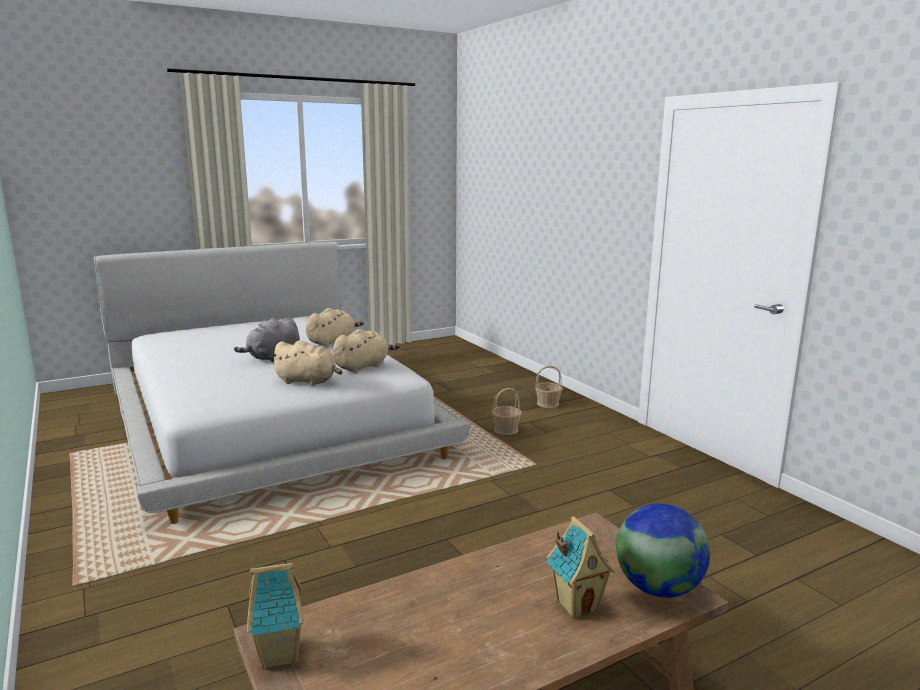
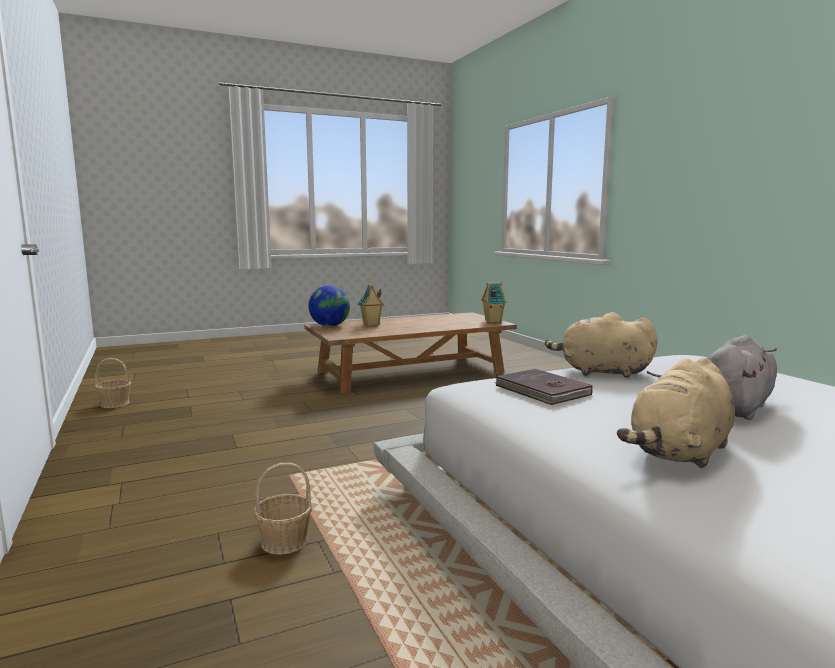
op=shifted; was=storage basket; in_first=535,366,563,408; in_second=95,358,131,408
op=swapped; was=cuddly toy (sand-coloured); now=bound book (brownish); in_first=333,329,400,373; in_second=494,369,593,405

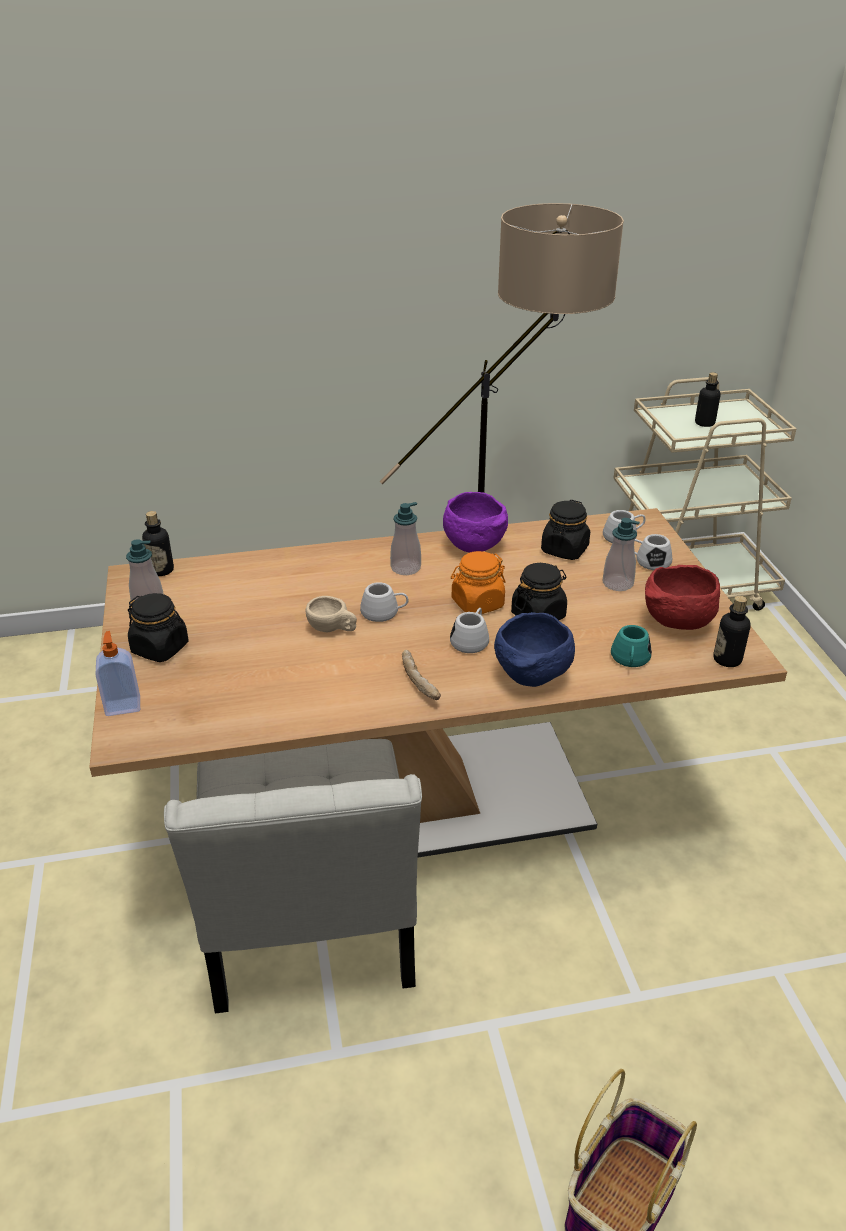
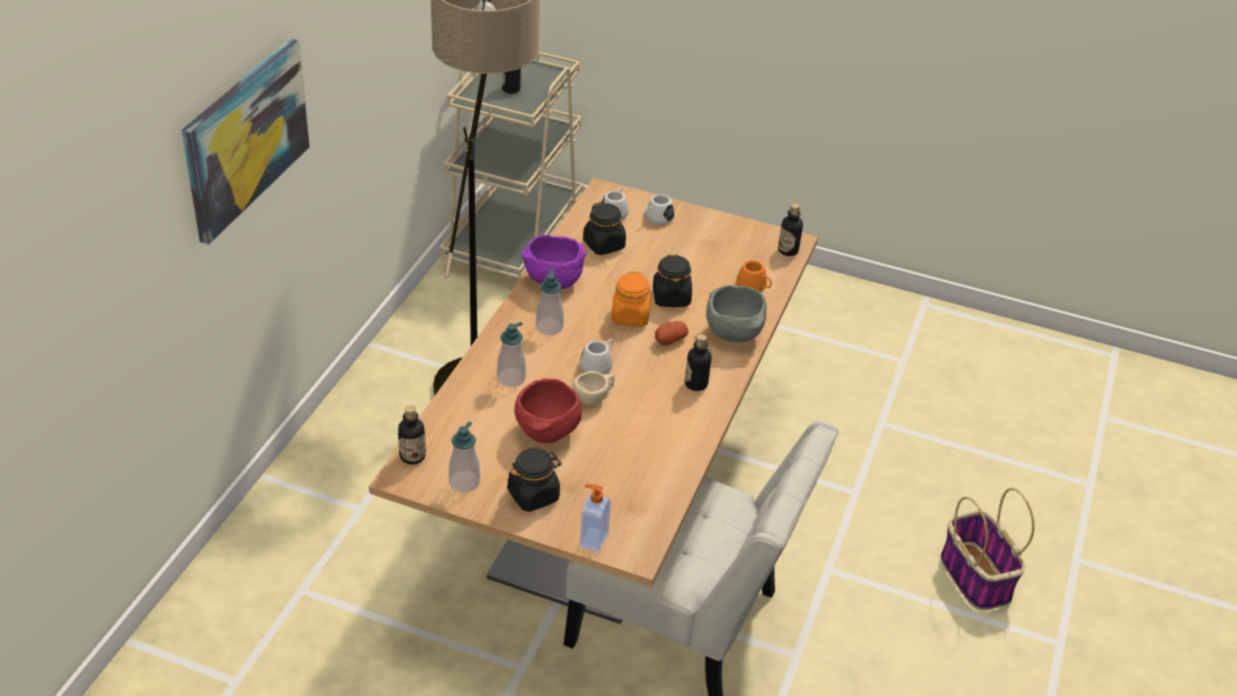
op=new; now=wall art; in_second=181,38,310,245
op=shifted; was=soap dispenser; in_first=603,518,640,591; in_second=497,322,526,387
op=shifted; was=serving bowl (red); in_first=645,565,720,630; in_second=514,378,582,443
op=swapped; was=mug (white-coloured); now=spud; in_first=450,608,489,653; in_second=655,321,688,346
op=swapped; was=bread; now=bottle; in_first=402,650,441,700; in_second=685,334,712,391
op=repainted; was=serving bowl (blue); now=serving bowl (greyish); in_first=494,612,575,687; in_second=706,285,767,342
op=repainted; was=mug (turquoise-coloured); now=mug (orange); in_first=611,625,652,667; in_second=736,260,772,292

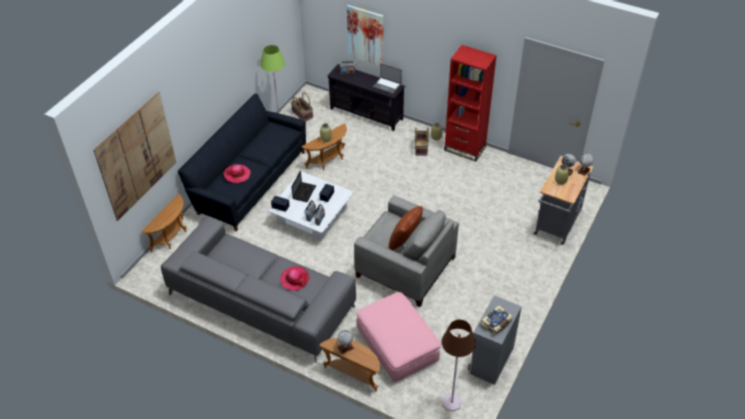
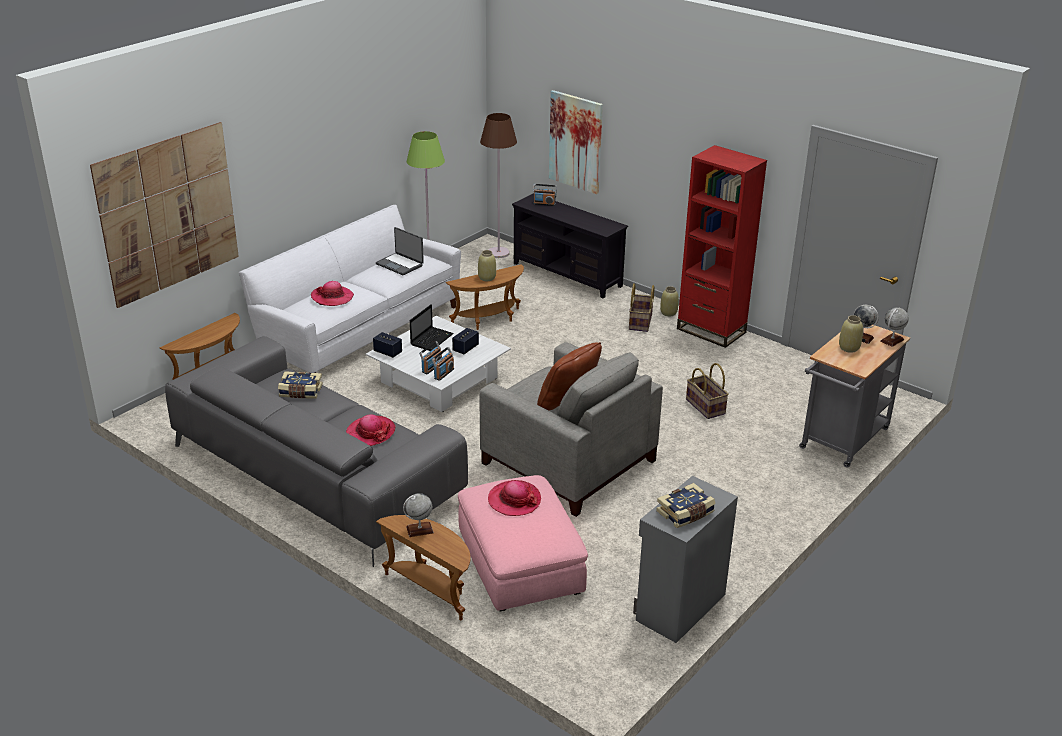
op=repainted; was=sofa (blackish); now=sofa (white-coloured); in_first=177,93,306,231; in_second=239,205,461,374
op=new; now=bound book; in_second=278,371,323,398
op=shifted; was=laptop; in_first=373,63,402,94; in_second=376,227,424,275
op=shifted; was=standing lamp (brownish); in_first=442,320,476,411; in_second=480,113,517,258
op=new; now=wearable hat; in_second=488,480,541,516
op=shifted; was=storage basket; in_first=291,92,313,122; in_second=686,363,729,419

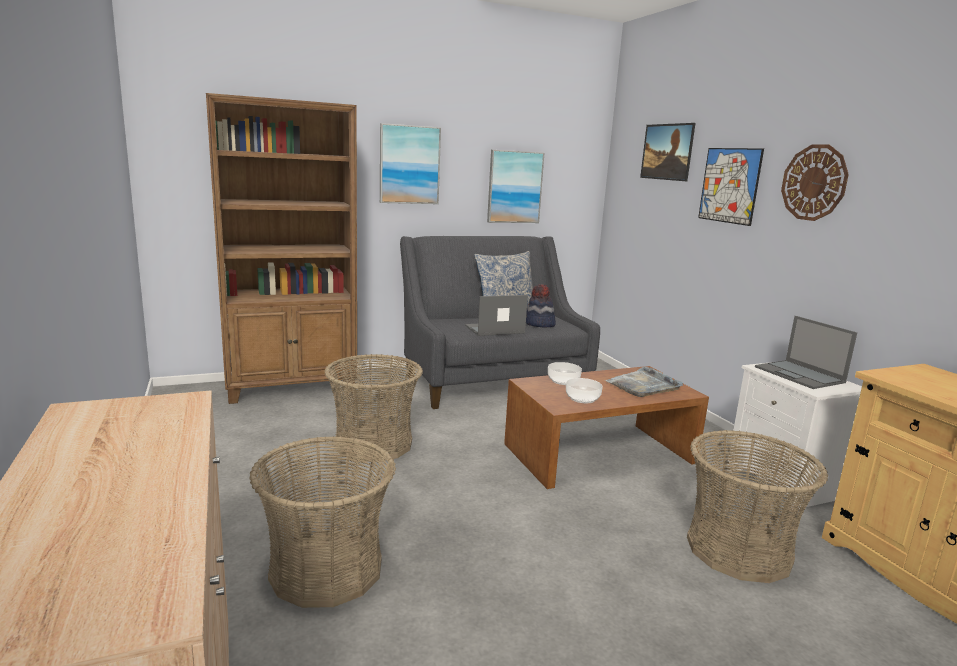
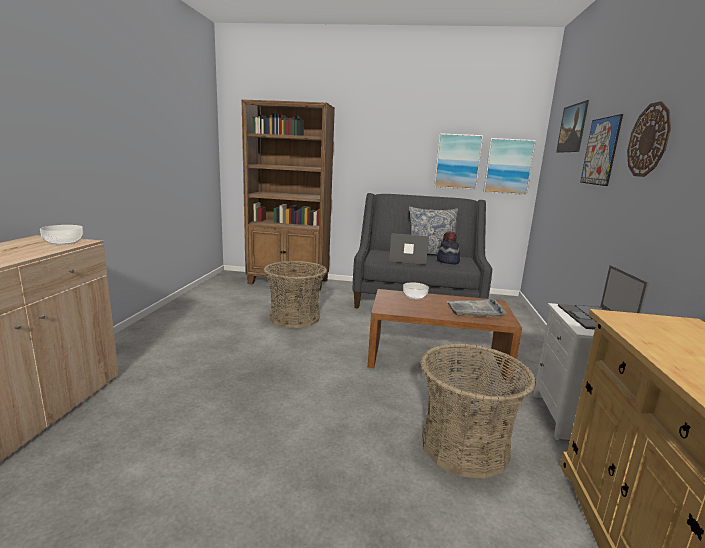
op=shifted; was=serving bowl; in_first=566,378,603,403; in_second=40,225,83,245
op=shifted; was=wall art; in_first=380,123,441,204; in_second=483,138,536,195
op=gone; was=storage basket; in_first=250,436,396,608

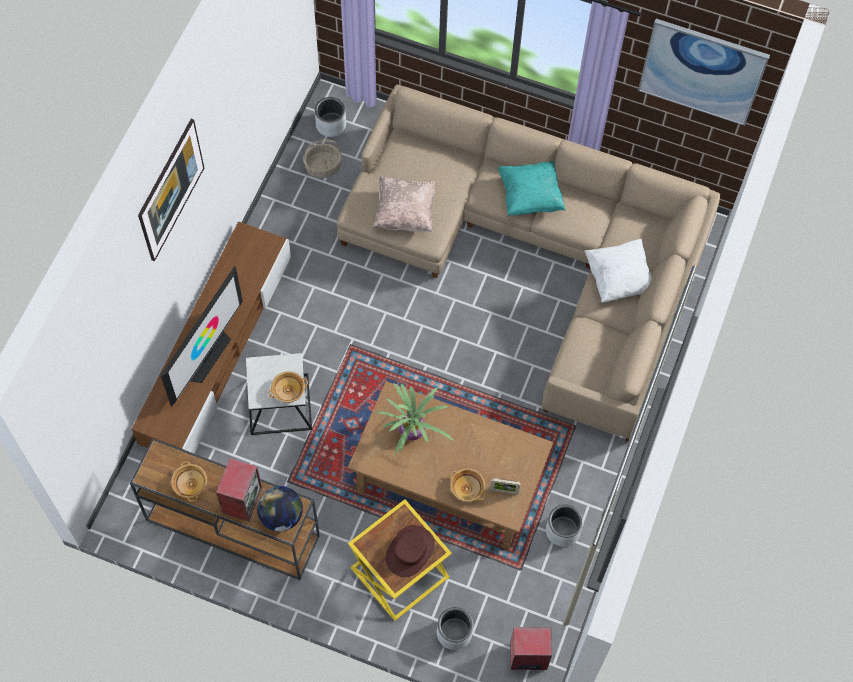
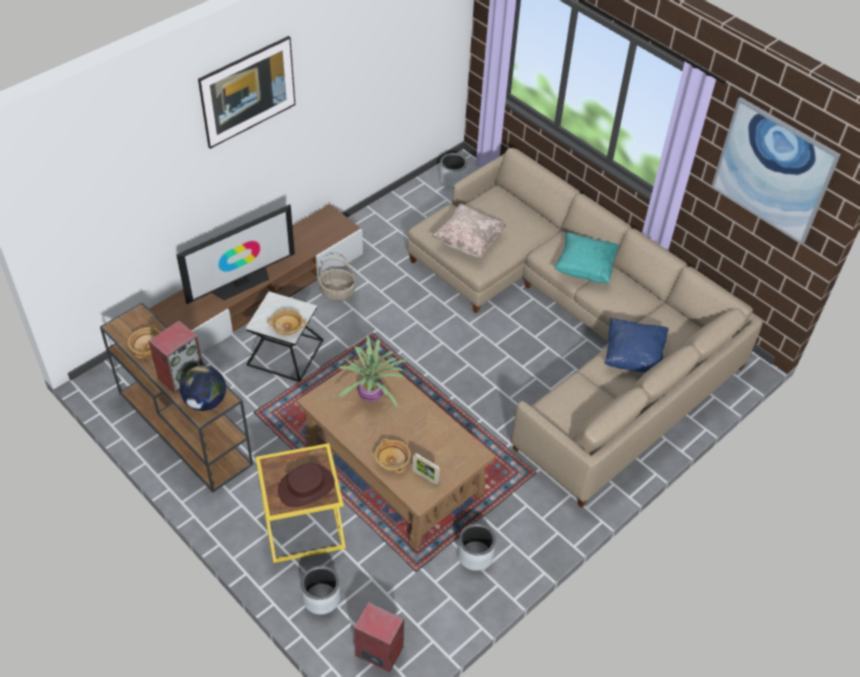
op=shifted; was=storage basket; in_first=303,139,342,178; in_second=318,258,356,301
op=repainted; was=throw pillow (white-coloured); now=throw pillow (blue); in_first=584,239,652,303; in_second=604,318,669,373

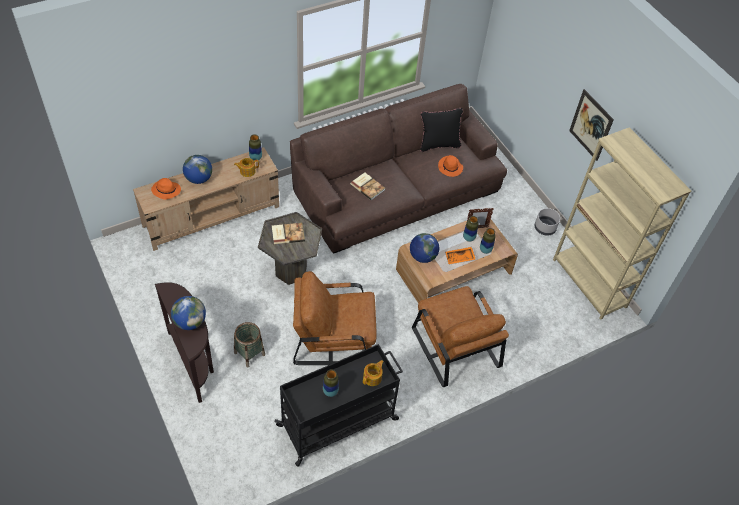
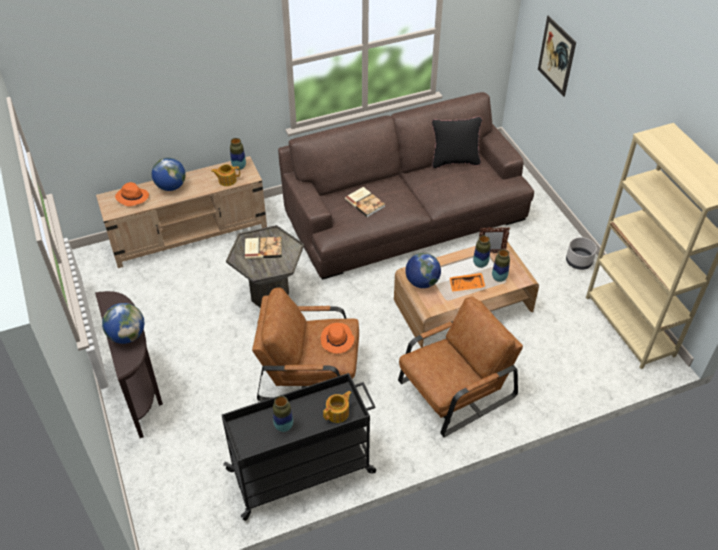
op=shifted; was=wearable hat (orange); in_first=438,155,463,177; in_second=321,323,354,354
op=rotated; was=armchair (brownish); in_first=412,286,509,387; in_second=398,297,523,437; clockwise=-105
op=shifted; was=wall art; in_first=569,89,614,161; in_second=538,15,576,97
op=gone; was=storage basket; in_first=234,322,265,368

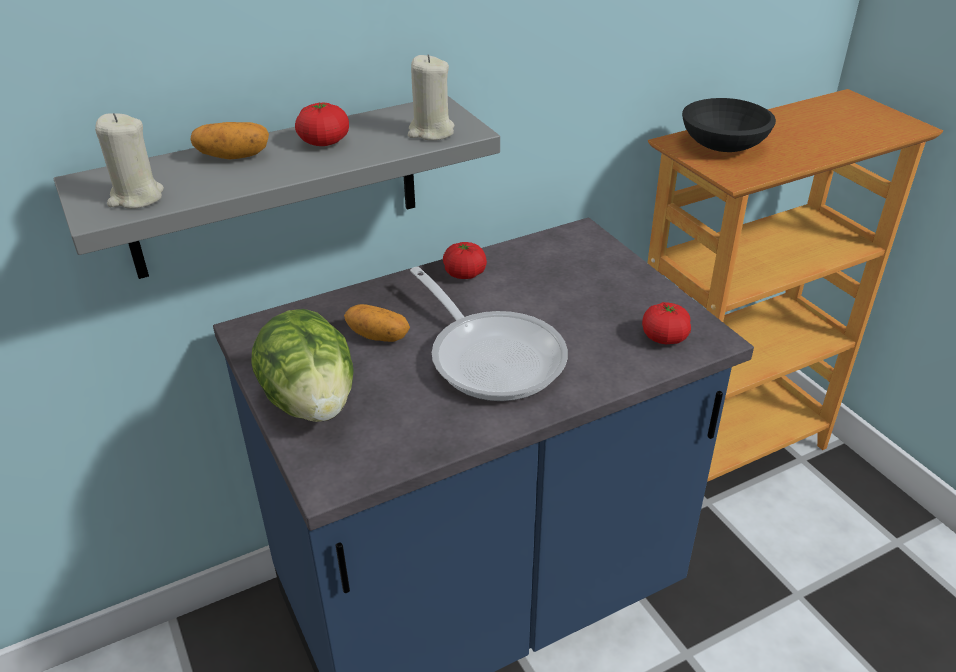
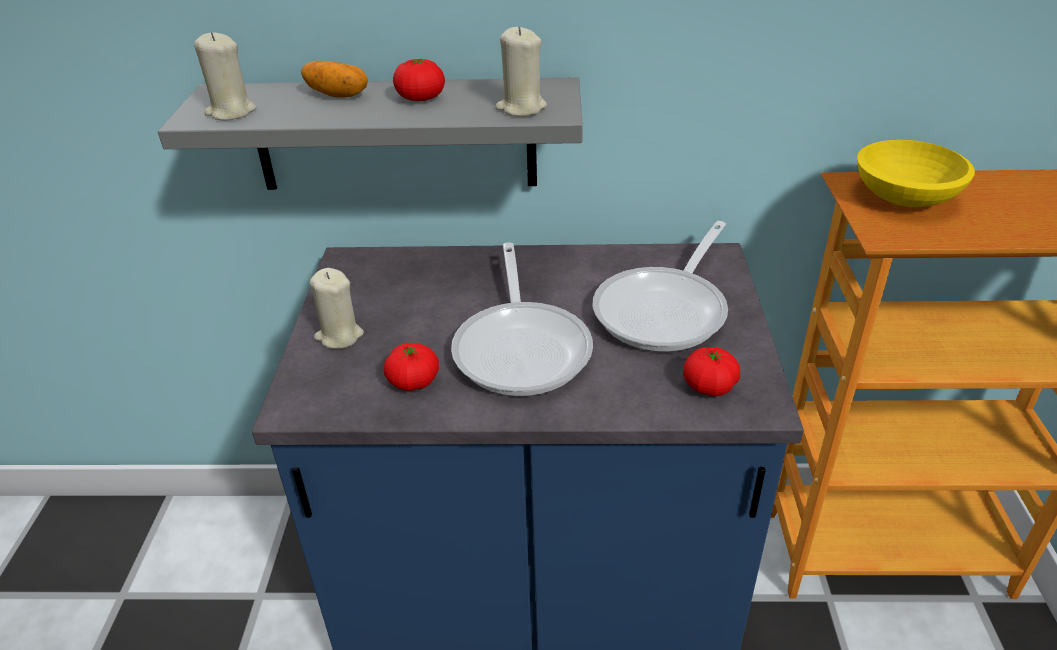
op=swapped; was=lettuce head; now=candle (sand-coloured); in_first=251,309,354,422; in_second=310,268,364,349
op=shifted; was=tomato; in_first=443,242,487,279; in_second=384,343,439,391
op=new; now=frying pan; in_second=593,221,728,352
op=repainted; was=serving bowl (blackish); now=serving bowl (yellow-coloured); in_first=682,98,776,152; in_second=857,140,975,207
op=gone; was=spud; in_first=344,304,410,342

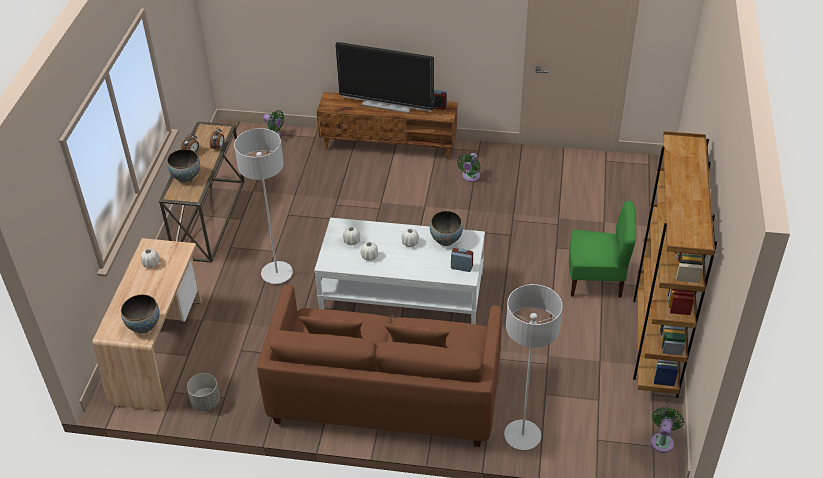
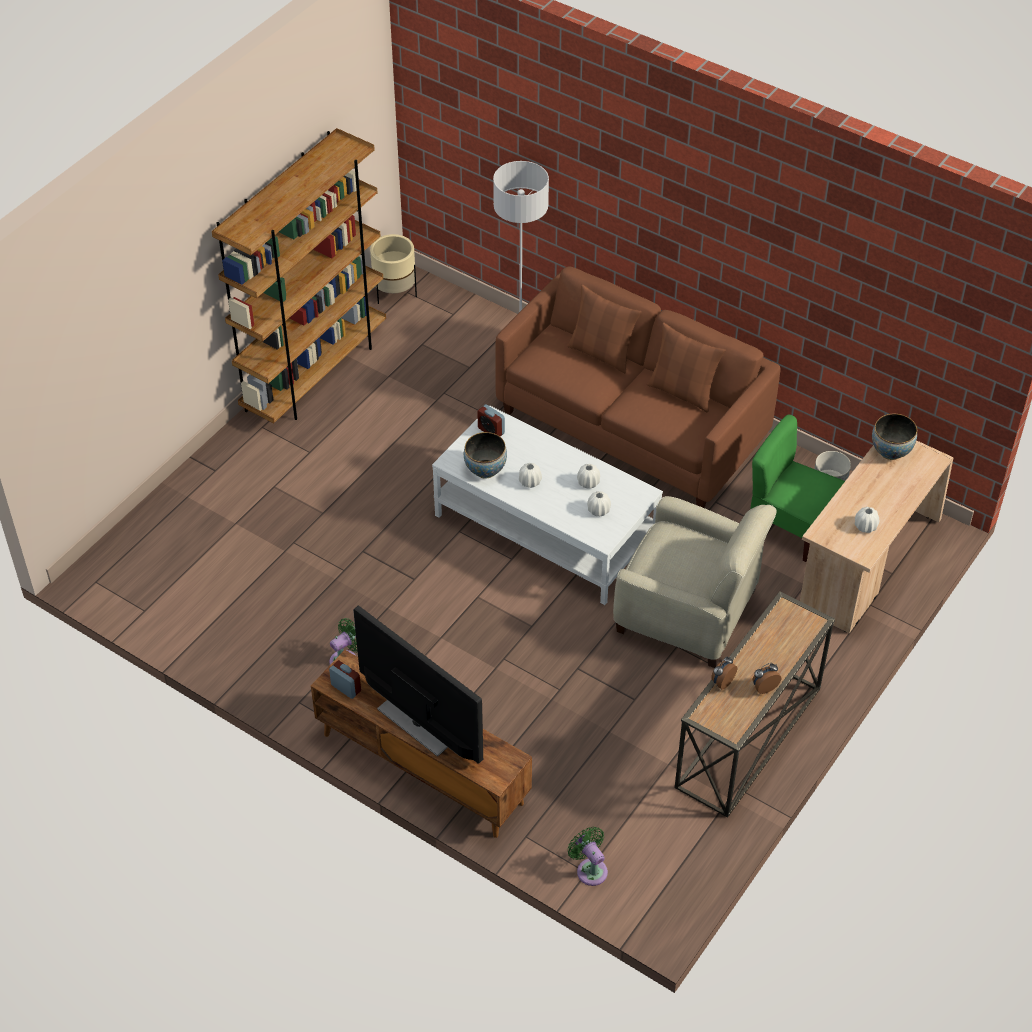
op=swapped; was=fan (green-coloured); now=plant pot (sand-coloured); in_first=651,407,684,453; in_second=370,234,417,304
op=swapped; was=standing lamp (greyish); now=armchair (sand-coloured); in_first=234,128,293,284; in_second=613,496,777,668
op=shifted; was=plain chair (green-coloured); in_first=569,201,636,298; in_second=751,414,845,562
op=gone; was=serving bowl; in_first=167,149,200,183

